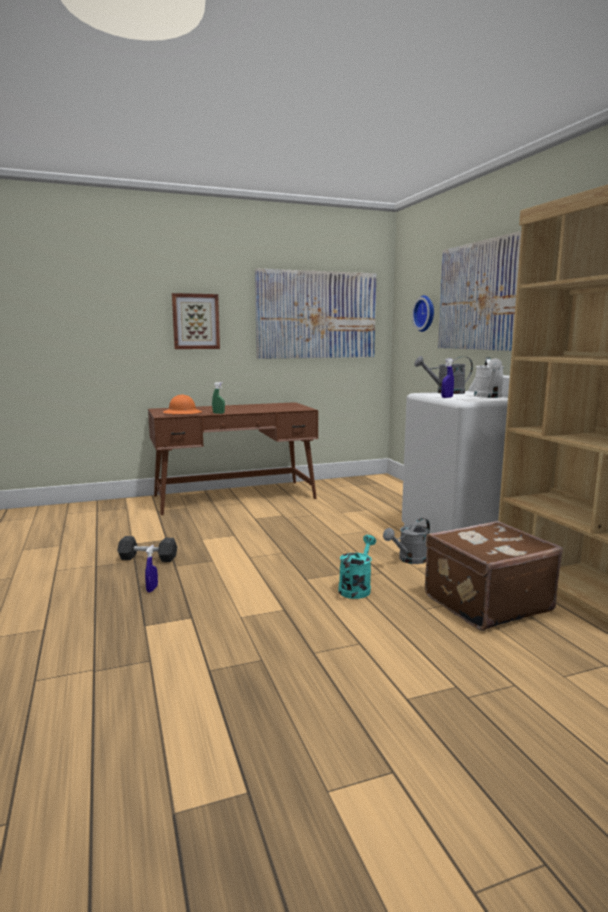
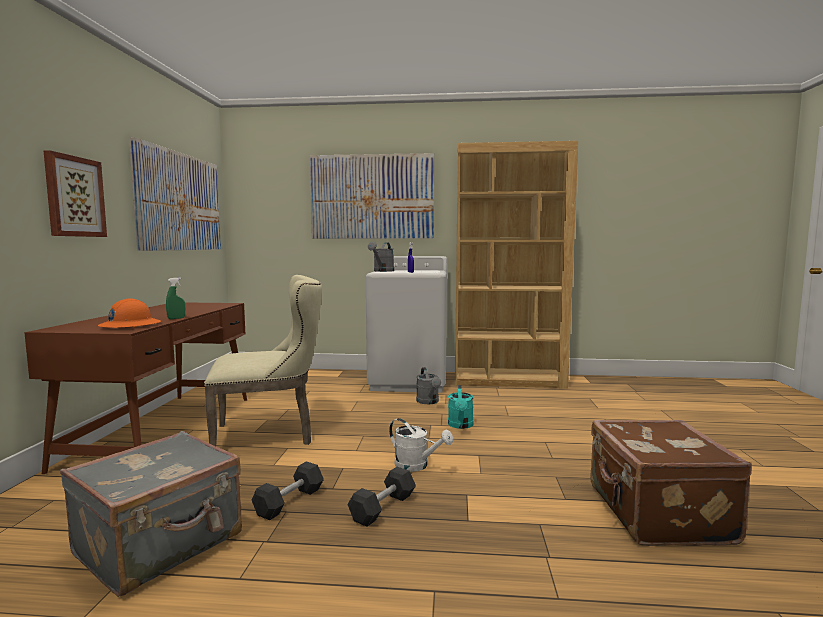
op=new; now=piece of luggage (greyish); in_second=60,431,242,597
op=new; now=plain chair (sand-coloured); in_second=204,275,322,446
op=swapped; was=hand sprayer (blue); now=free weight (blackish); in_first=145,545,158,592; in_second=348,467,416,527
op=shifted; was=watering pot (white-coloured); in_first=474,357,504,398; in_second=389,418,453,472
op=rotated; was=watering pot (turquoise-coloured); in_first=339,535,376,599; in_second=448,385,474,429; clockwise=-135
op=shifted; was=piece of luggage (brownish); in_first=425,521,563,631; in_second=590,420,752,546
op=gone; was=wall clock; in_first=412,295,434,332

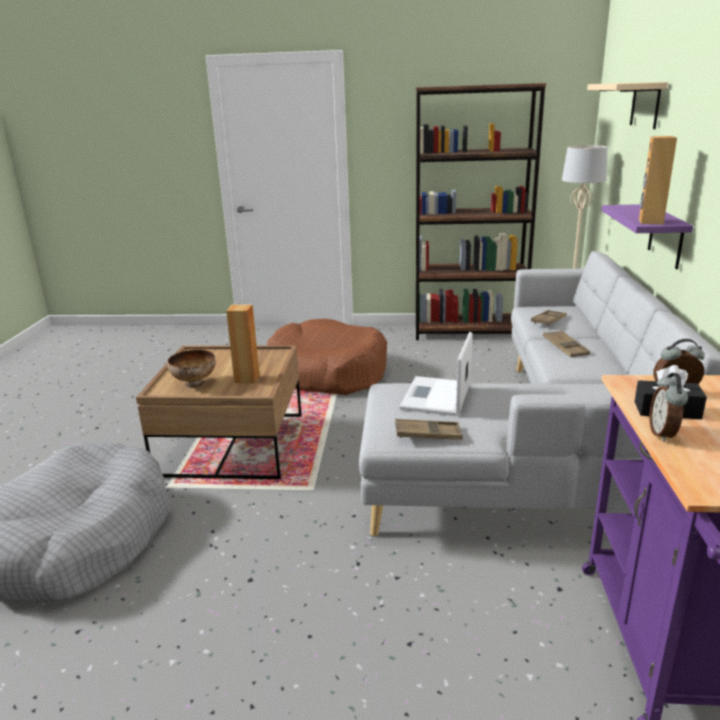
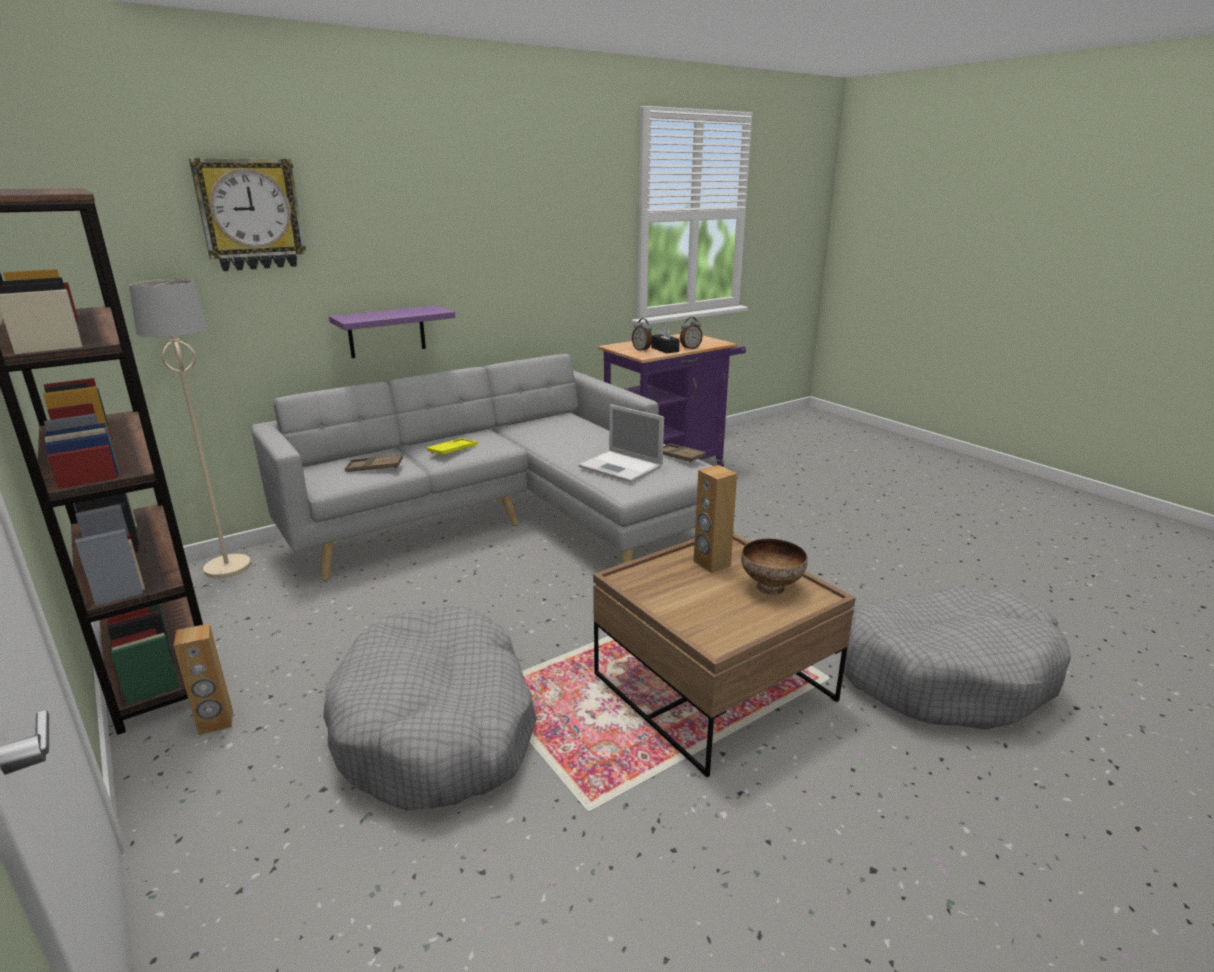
op=shifted; was=audio speaker (brownish); in_first=639,136,677,225; in_second=174,623,233,735
op=swapped; was=wall shelf (sand-coloured); now=wall clock; in_first=587,82,668,129; in_second=189,158,306,271
op=repainted; was=pet bed (brownish); now=pet bed (greyish); in_first=267,318,387,395; in_second=323,606,537,810
op=repainted; was=serving tray (brownish); now=serving tray (yellow-coloured); in_first=543,330,590,357; in_second=427,438,478,456
op=rotated; was=laptop; in_first=399,332,473,416; in_second=579,404,664,483; clockwise=60

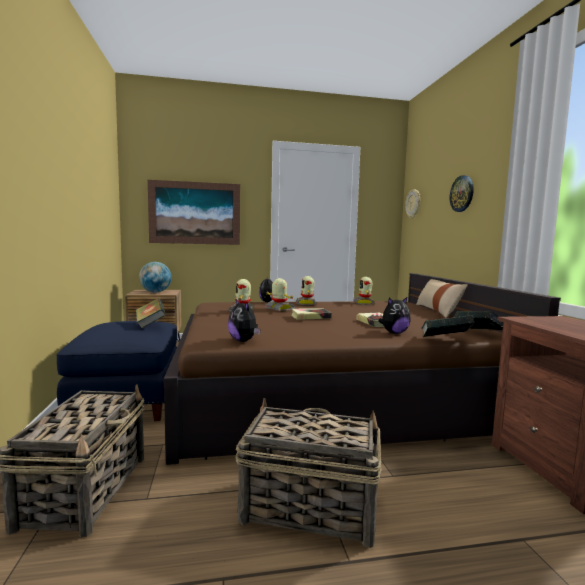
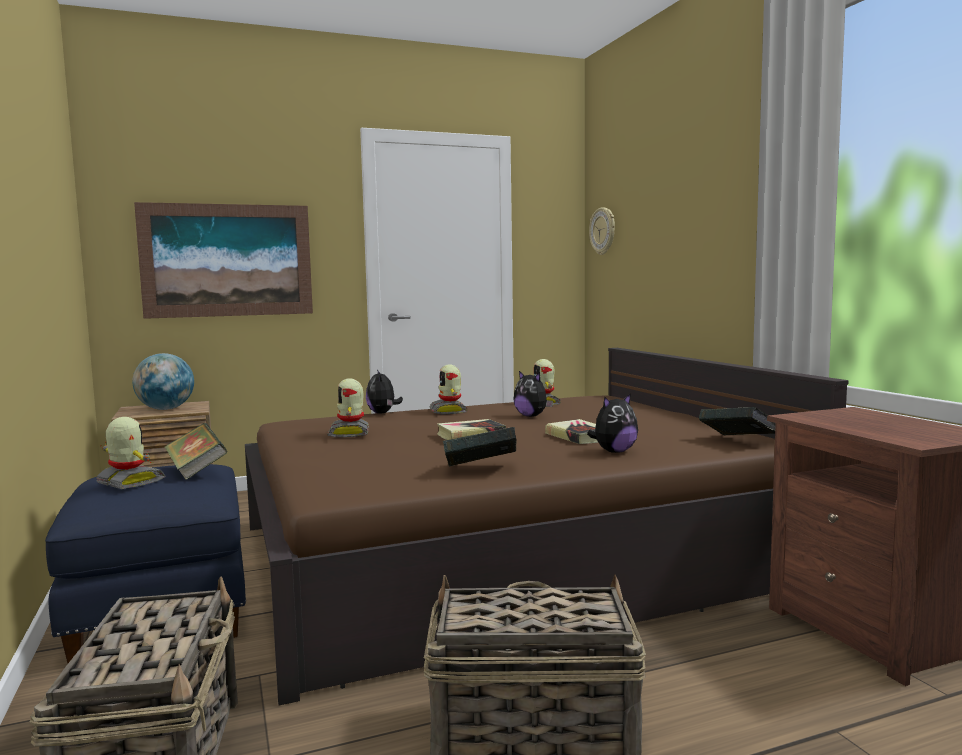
op=shifted; was=robot figure; in_first=266,278,295,311; in_second=96,417,166,489
op=shifted; was=bound book; in_first=421,315,474,337; in_second=443,427,516,467
op=shifted; was=cuddly toy; in_first=228,299,260,342; in_second=513,371,553,417
op=gone; was=throw pillow (sand-coloured); in_first=416,279,468,318
op=gone; was=wall clock; in_first=450,175,474,212

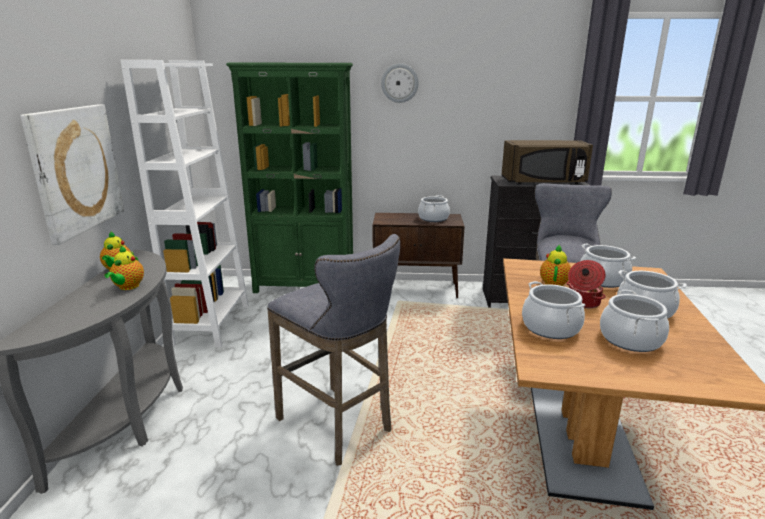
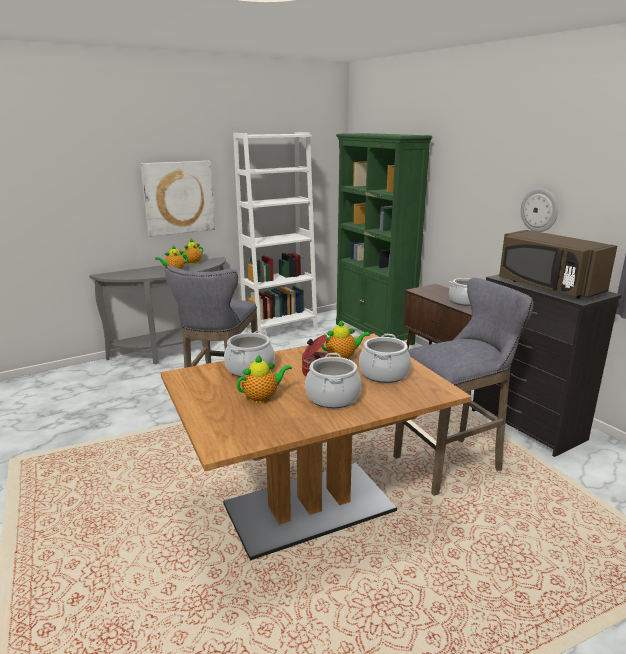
op=swapped; was=stockpot; now=tea pot; in_first=600,290,669,352; in_second=237,355,292,403
op=shifted; was=wall clock; in_first=381,63,419,103; in_second=521,189,558,232

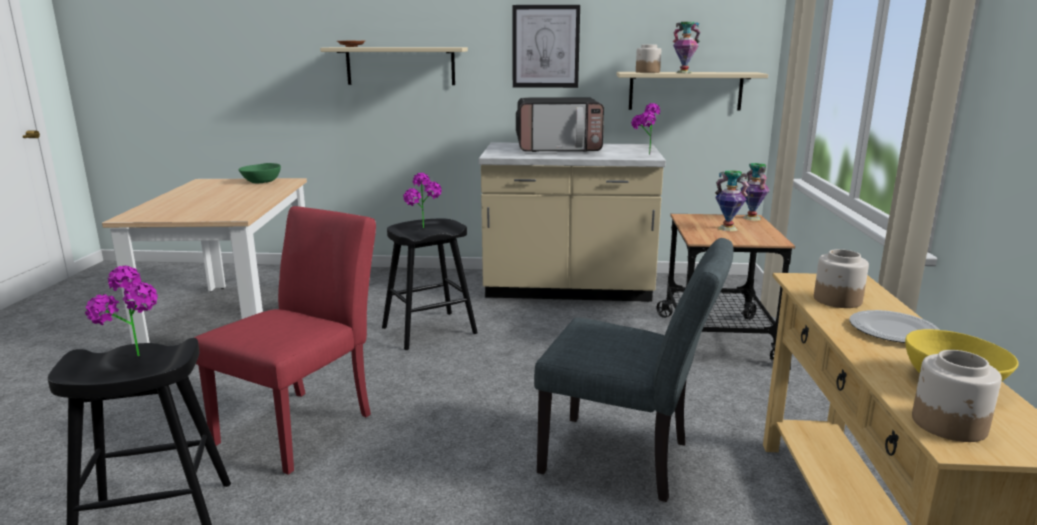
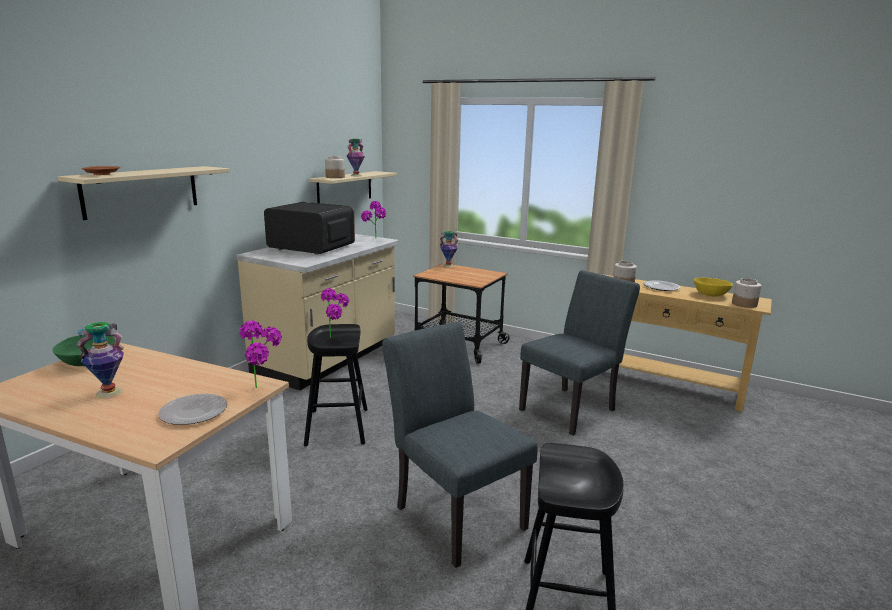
op=shifted; was=decorative vase; in_first=715,170,749,231; in_second=76,322,124,399
op=new; now=dinner plate; in_second=158,394,227,425
op=shifted; was=potted plant; in_first=85,266,158,356; in_second=240,321,282,388
op=rotated; was=kitchen microwave; in_first=516,97,604,152; in_second=264,202,355,255; clockwise=-90
op=repainted; was=plain chair (red); now=plain chair (greyish); in_first=194,206,376,475; in_second=382,322,538,568
op=gone; was=wall art; in_first=512,5,580,88

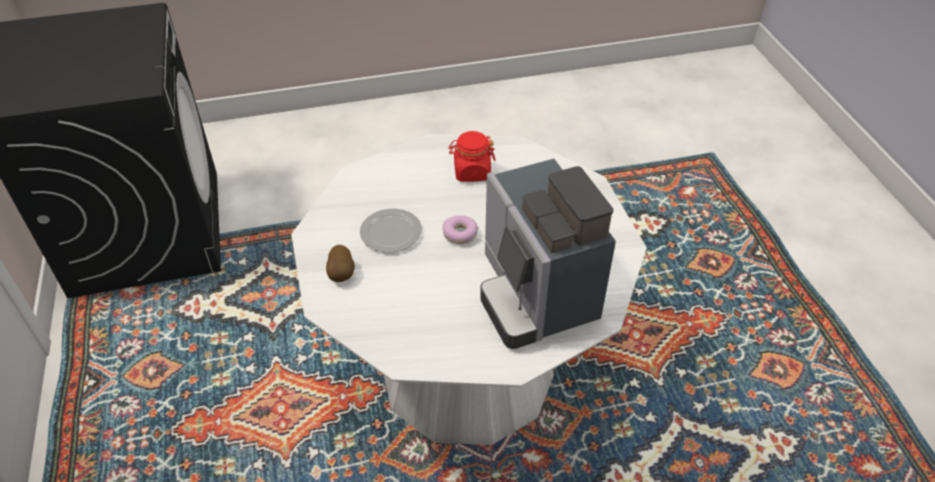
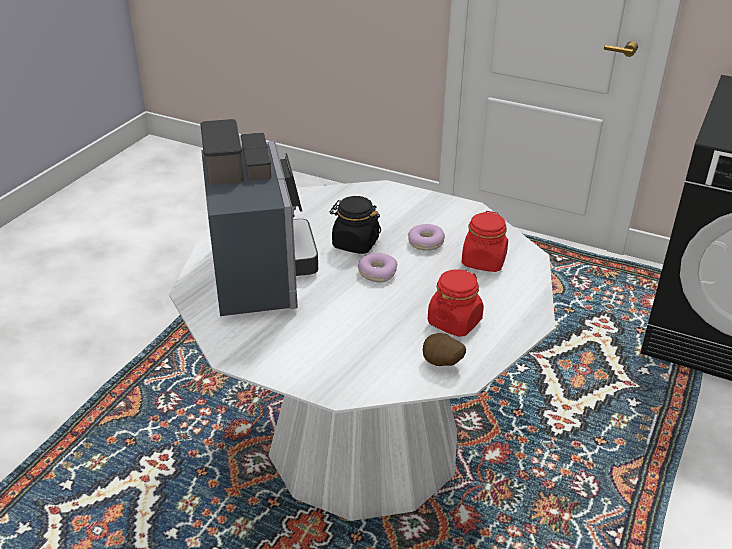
op=rotated; was=coffee machine; in_first=480,159,616,349; in_second=200,119,318,316; clockwise=60
op=new; now=preserve jar (blackish); in_second=330,196,381,254
op=swapped; was=dinner plate; now=ring doughnut; in_first=360,209,422,253; in_second=408,224,445,251
op=shifted; was=spud; in_first=326,245,355,282; in_second=423,333,466,366
op=new; now=preserve jar (red); in_second=462,211,508,272

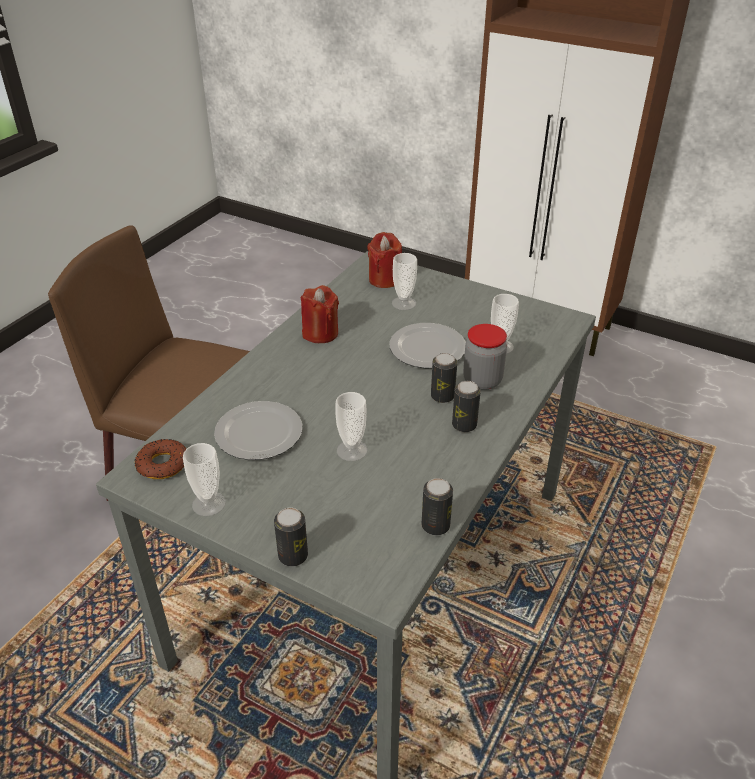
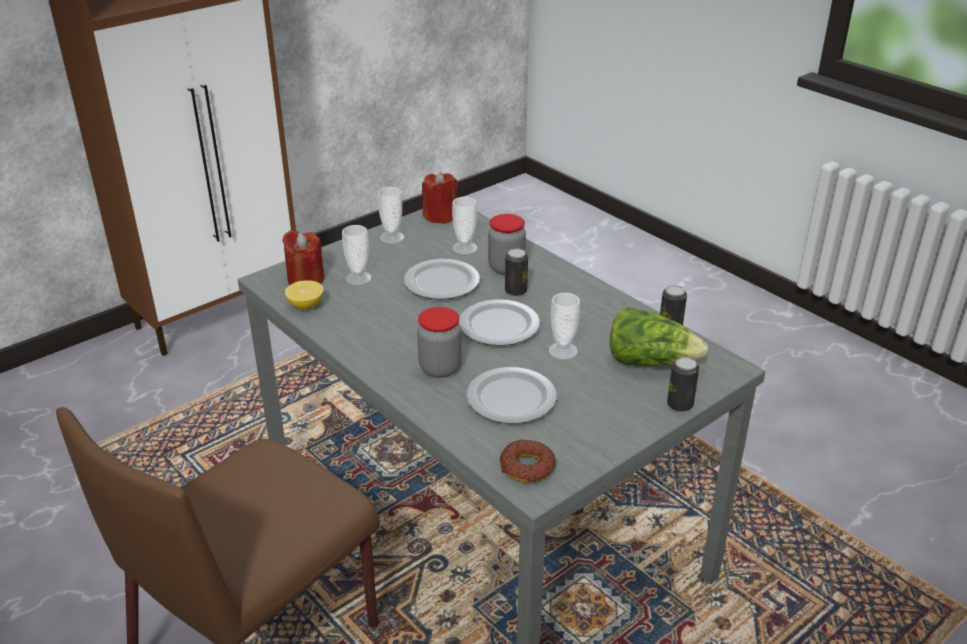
op=new; now=whole lemon; in_second=285,280,324,310
op=shifted; was=drinking cup; in_first=183,443,226,516; in_second=378,187,404,244
op=new; now=preserve jar; in_second=417,307,461,378
op=shifted; was=candle (red); in_first=301,285,339,343; in_second=422,172,458,224
op=new; now=dinner plate; in_second=459,299,540,346
op=new; now=lettuce head; in_second=610,307,709,366
op=gone; was=metal can; in_first=452,381,481,432

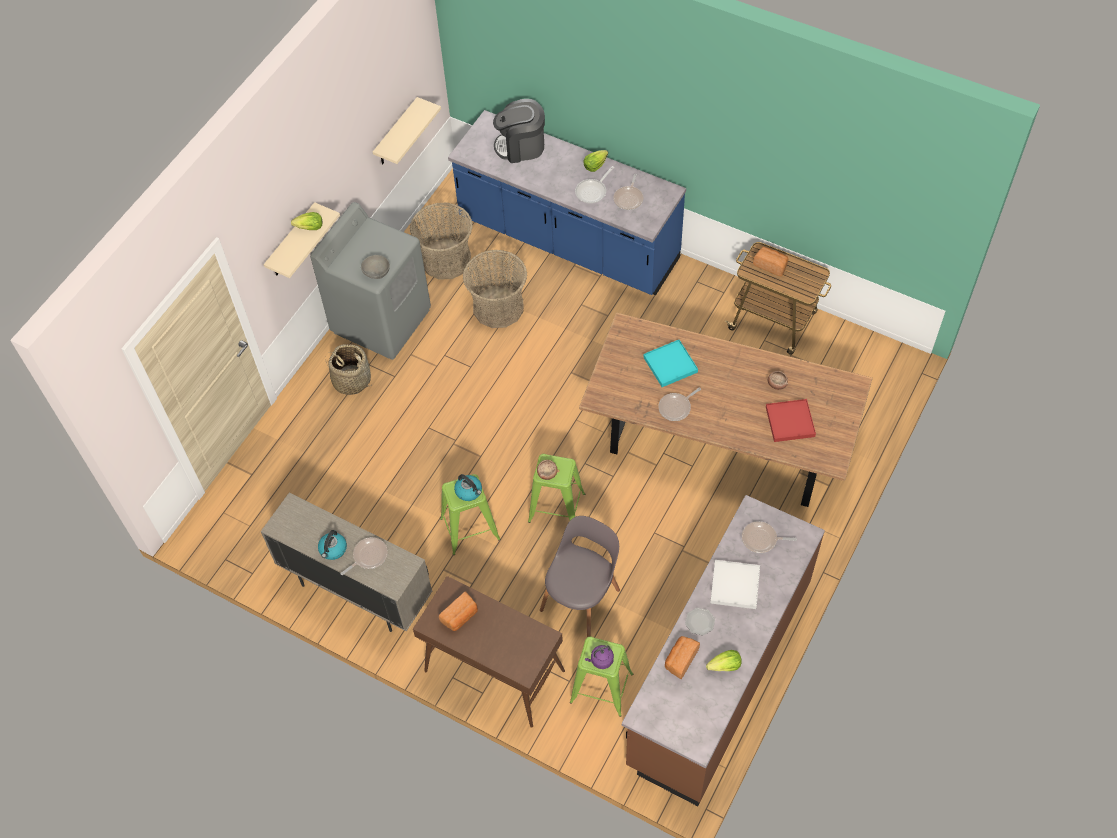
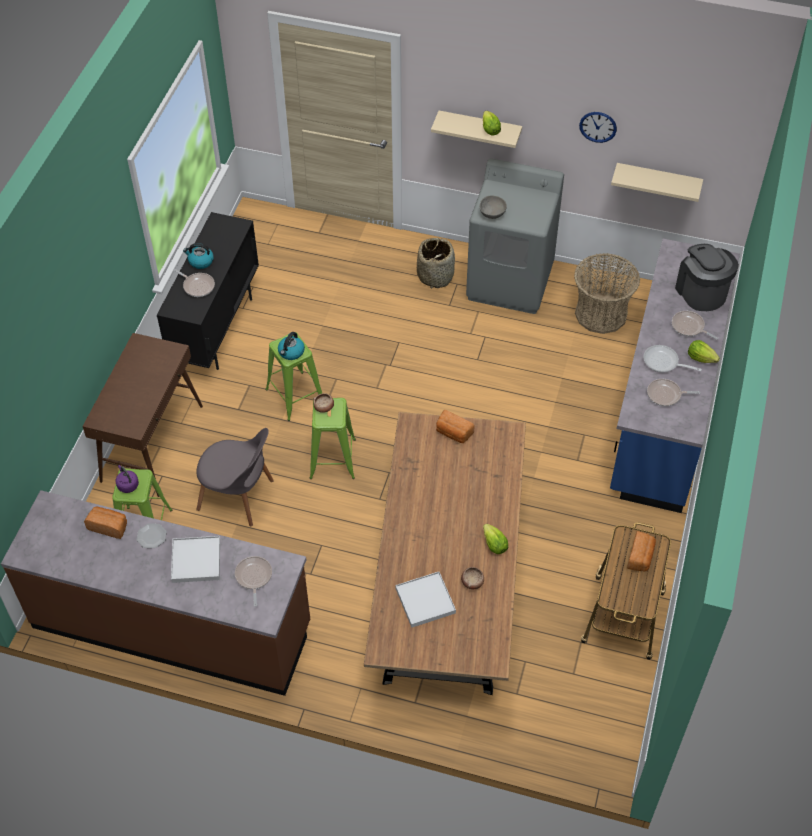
op=repainted; was=cabinet (sand-coloured); now=cabinet (blackish); in_first=261,493,432,632; in_second=157,212,259,370
op=repainted; was=serving tray (red); now=serving tray (white-coloured); in_first=766,399,816,442; in_second=396,572,456,628
op=shifted; was=bread; in_first=439,592,478,631; in_second=436,410,475,443
op=shifted; was=lettuce head; in_first=706,650,742,671; in_second=483,524,508,554
op=new; now=wall clock; in_second=579,112,617,143
op=shifted; was=frying pan; in_first=658,388,701,421; in_second=672,311,718,340
op=gone; was=storage basket; in_first=463,250,527,328
op=gone; was=serving tray (turquoise-coloured); in_first=643,340,698,387

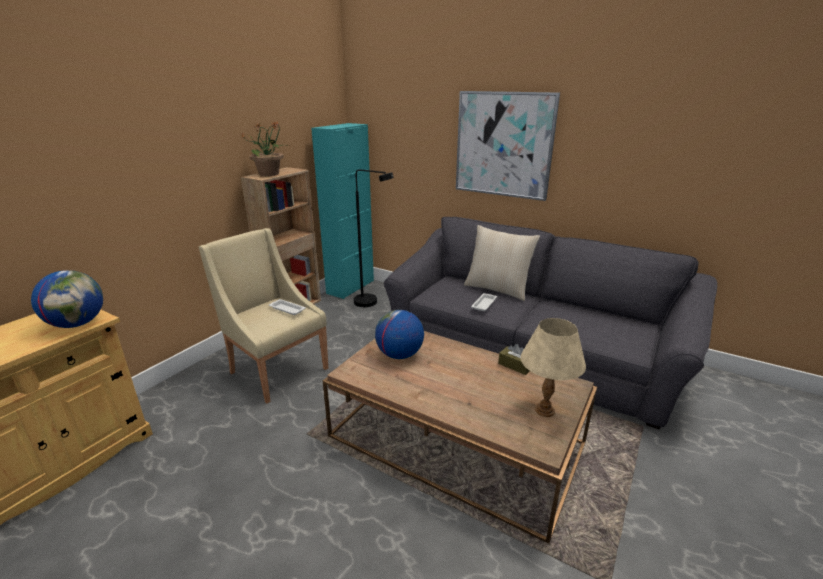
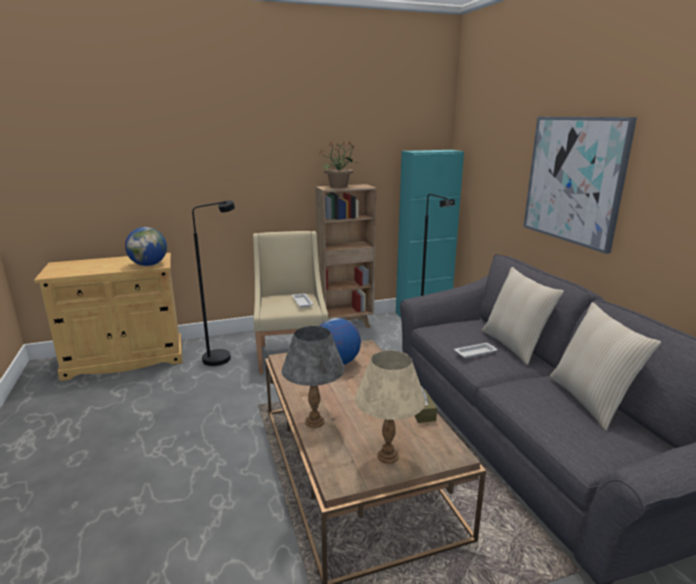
op=new; now=standing lamp (blackish); in_second=192,200,235,366
op=new; now=tabletop lamp (greyish); in_second=282,326,345,428
op=new; now=throw pillow (sand-coloured); in_second=550,302,661,431

